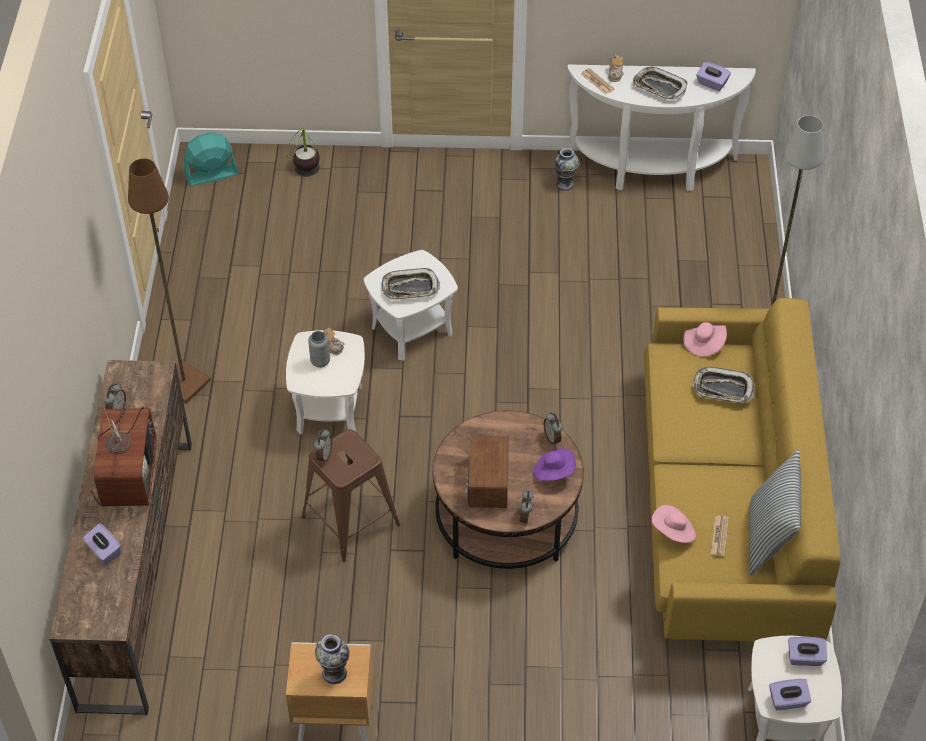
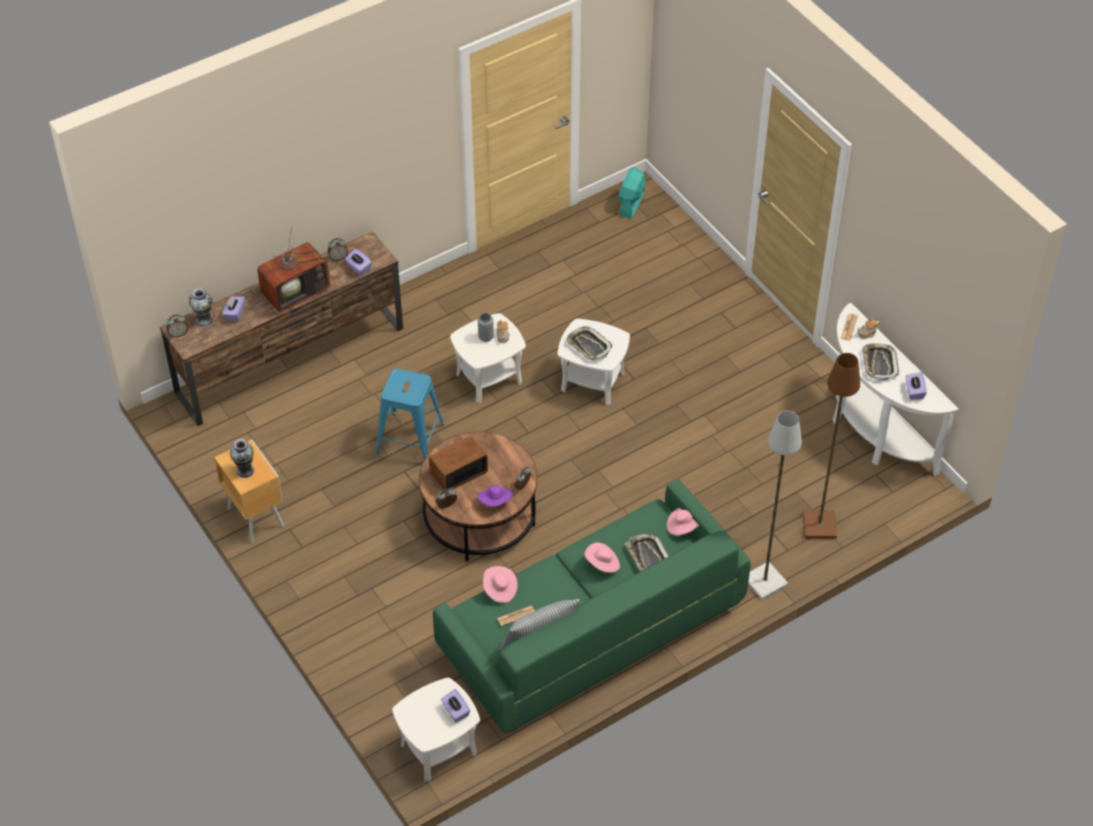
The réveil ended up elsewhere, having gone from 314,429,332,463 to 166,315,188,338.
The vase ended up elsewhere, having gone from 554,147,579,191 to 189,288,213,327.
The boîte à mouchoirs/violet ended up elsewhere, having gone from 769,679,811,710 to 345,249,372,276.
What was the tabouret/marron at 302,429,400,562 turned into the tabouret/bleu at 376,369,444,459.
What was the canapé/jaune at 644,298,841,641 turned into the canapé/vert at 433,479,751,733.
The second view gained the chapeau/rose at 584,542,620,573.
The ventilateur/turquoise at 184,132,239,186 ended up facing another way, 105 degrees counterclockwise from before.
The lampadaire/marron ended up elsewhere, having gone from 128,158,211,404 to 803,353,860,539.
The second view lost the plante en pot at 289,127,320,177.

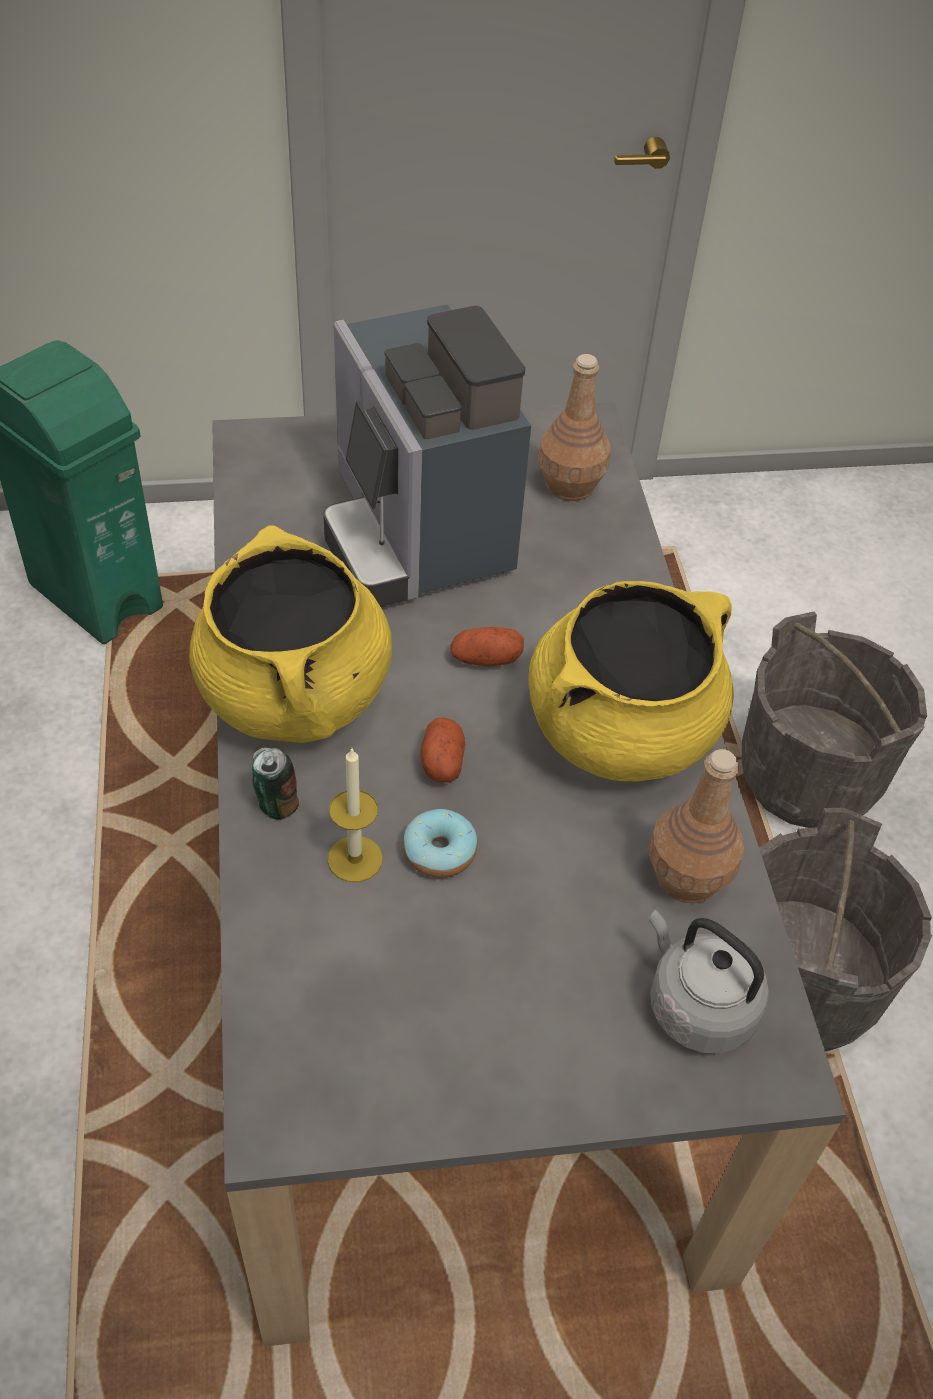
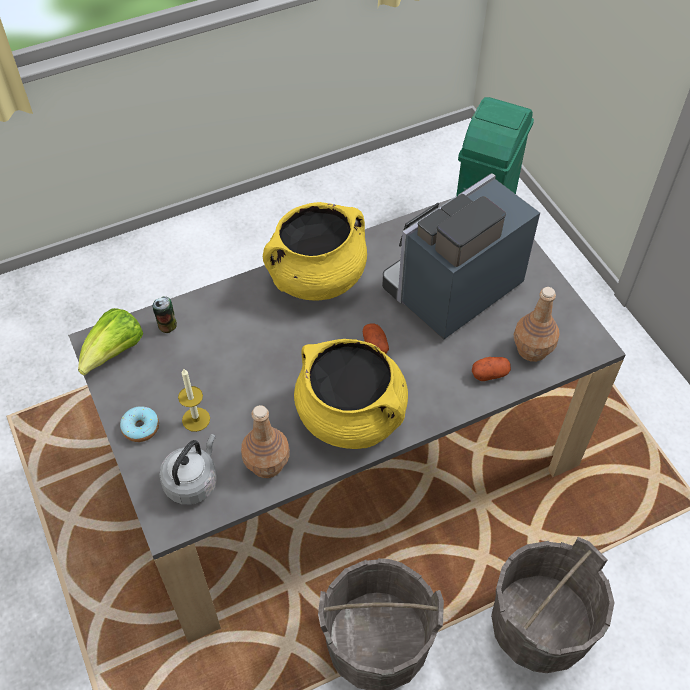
The second view gained the laitue at 78,308,143,375.
The beignet ended up elsewhere, having gone from 403,809,478,878 to 120,406,159,442.
The boîte métallique ended up elsewhere, having gone from 252,747,299,820 to 153,296,177,333.
The bougie ended up elsewhere, having gone from 328,749,383,882 to 178,368,210,432.
The pomme de terre ended up elsewhere, having gone from 420,718,465,783 to 472,357,511,381.

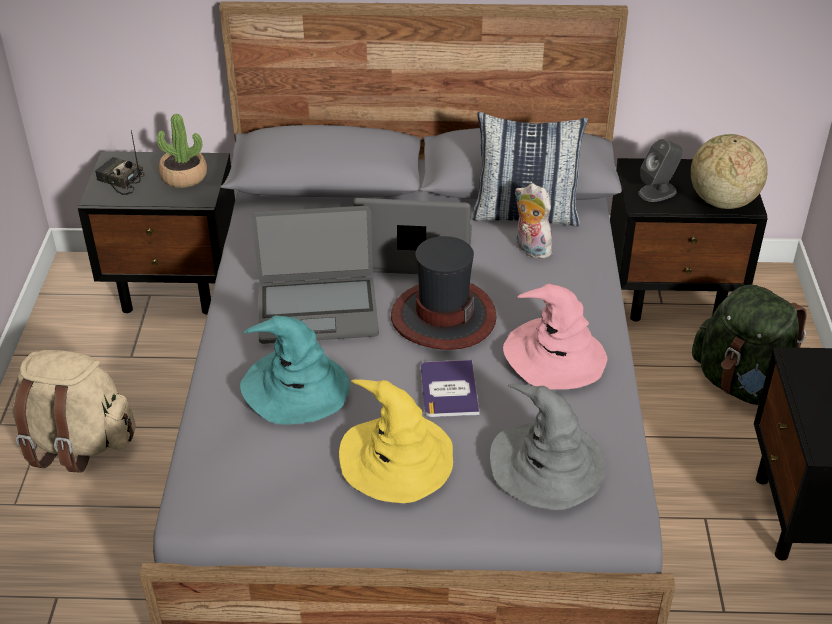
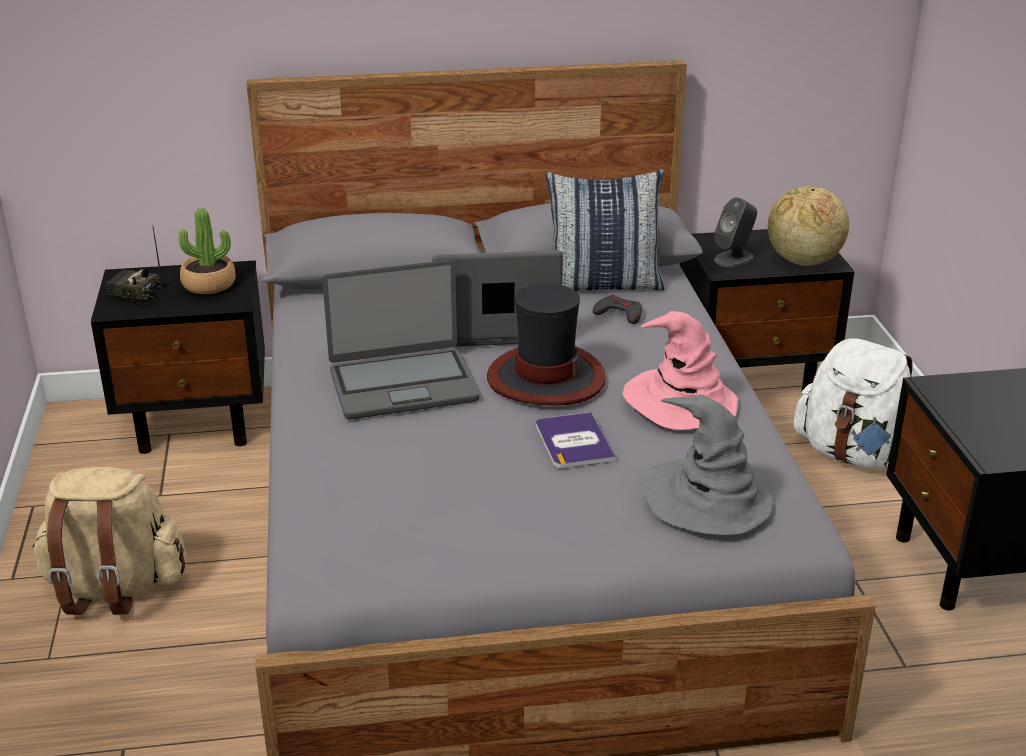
Where the peluche stood at 514,183,552,259, the manette/gris came to stand at 593,295,642,324.
What was the sac à dos/vert at 692,285,807,405 turned into the sac à dos/blanc at 794,338,912,469.
The second view lost the chapeau/turquoise at 240,315,350,425.
The second view lost the chapeau/jaune at 339,379,453,503.

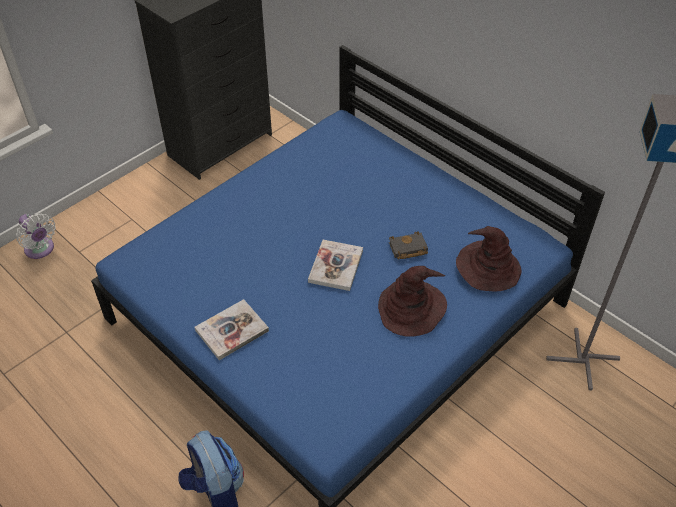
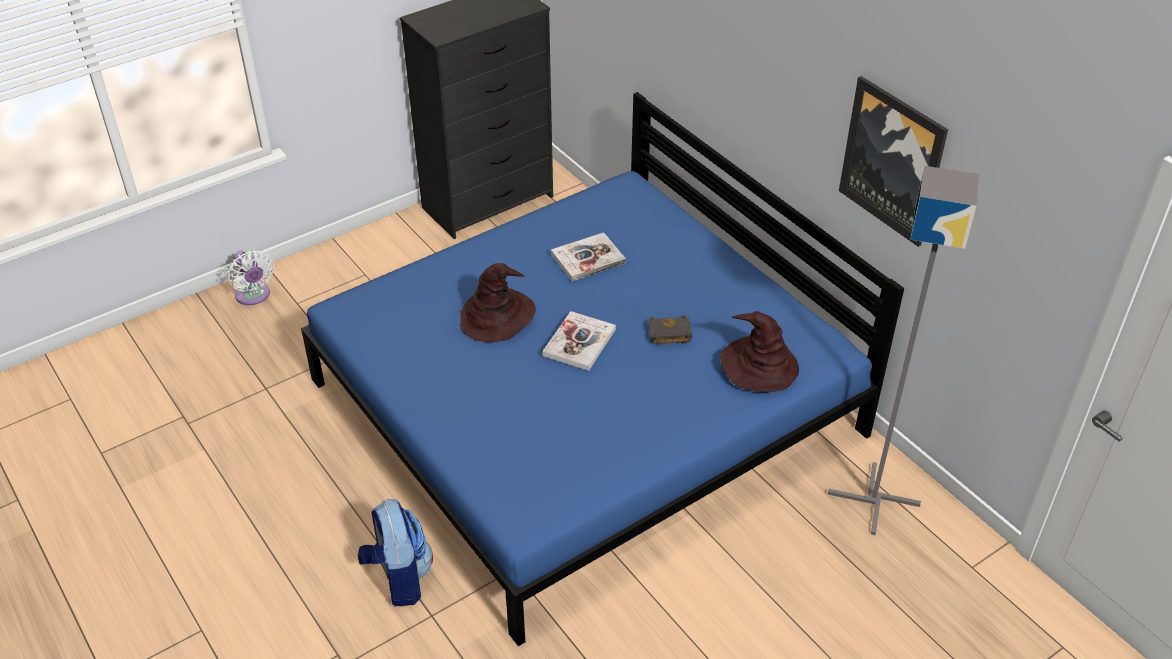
The chapeau/marron ended up elsewhere, having gone from 378,266,447,337 to 460,263,536,342.
The livre ended up elsewhere, having gone from 195,299,269,360 to 551,232,626,281.
The second view gained the tableau at 839,76,948,247.

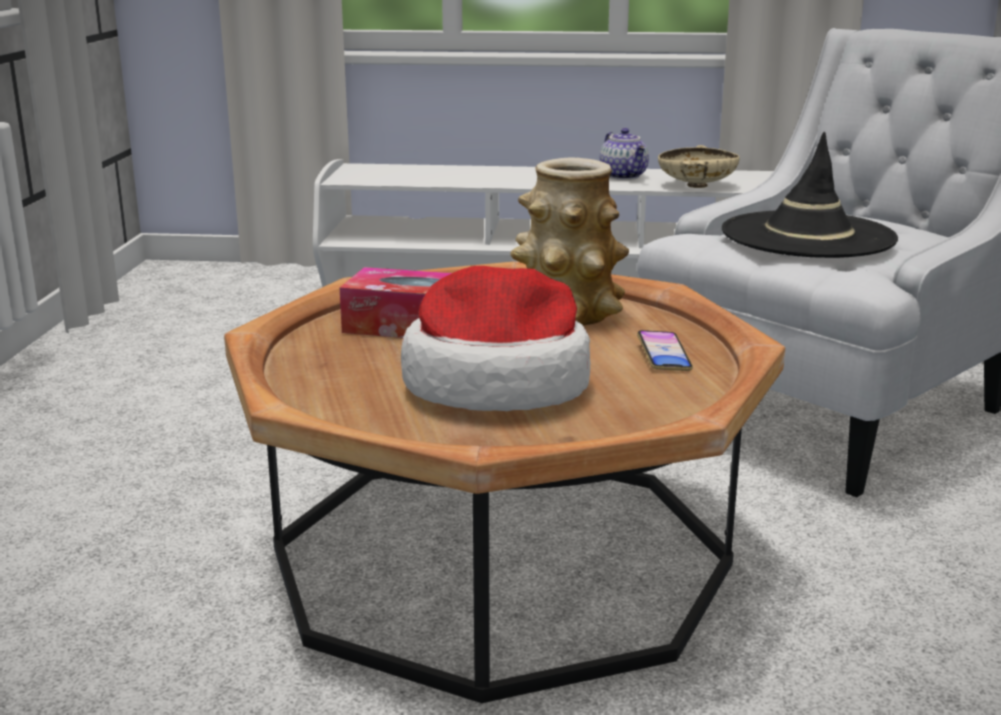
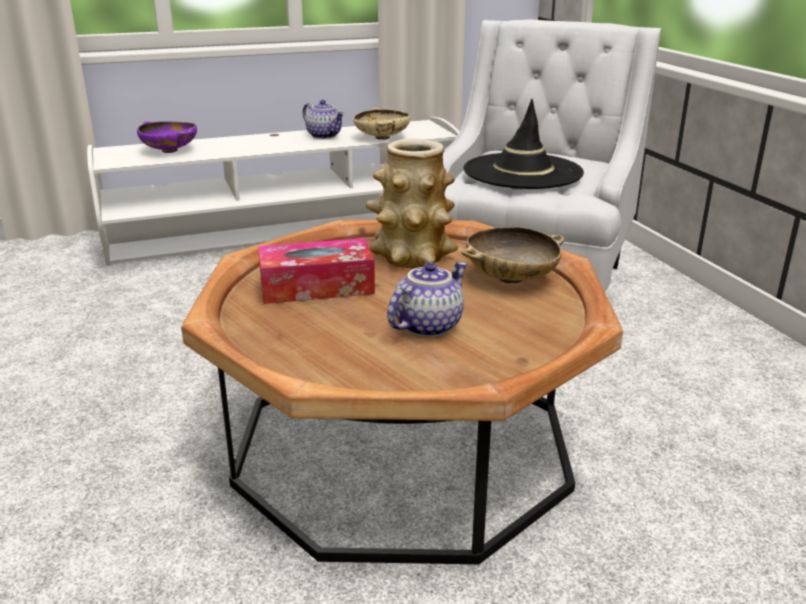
The second view gained the bol/violet at 137,121,197,153.
Where the chapeau stood at 401,266,590,411, the théière came to stand at 387,262,467,337.
Where the téléphone stood at 637,330,693,371, the bol/beige came to stand at 461,227,564,284.

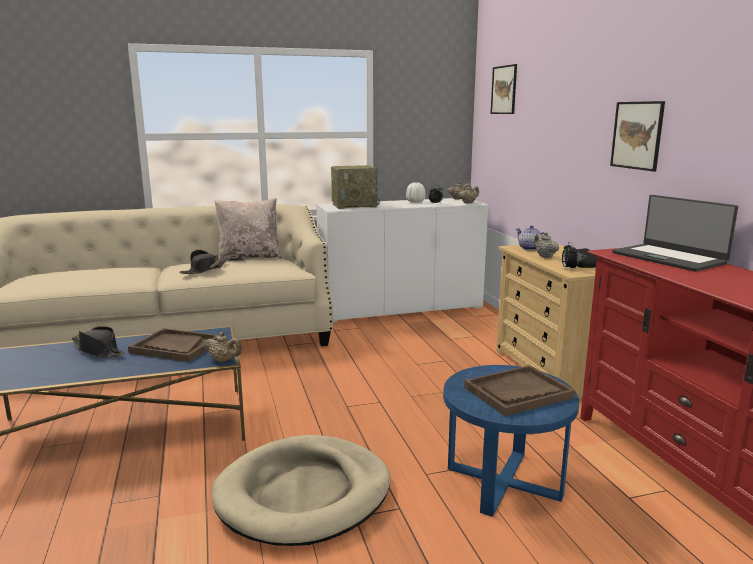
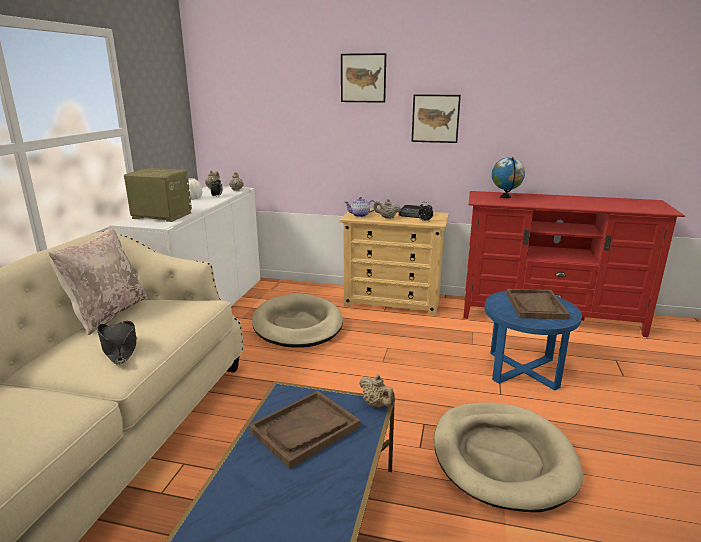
The radio at 331,165,380,209 ended up facing another way, 90 degrees counterclockwise from before.
The second view gained the panier pour chien/beige at 252,294,343,348.
The tableau ended up elsewhere, having gone from 491,64,517,114 to 341,53,386,103.
The théière/beige at 203,332,242,362 ended up facing another way, 90 degrees clockwise from before.
Where the ordinateur portable stood at 612,195,738,272, the globe came to stand at 492,157,525,198.
The second view lost the chapeau/noir at 72,326,125,358.

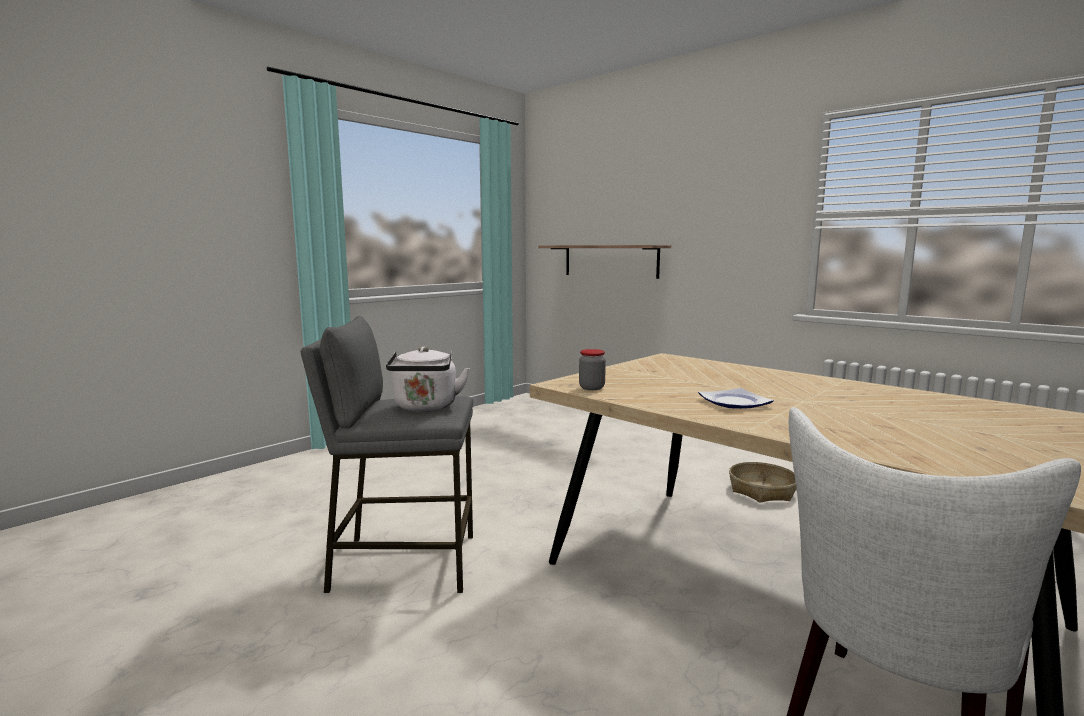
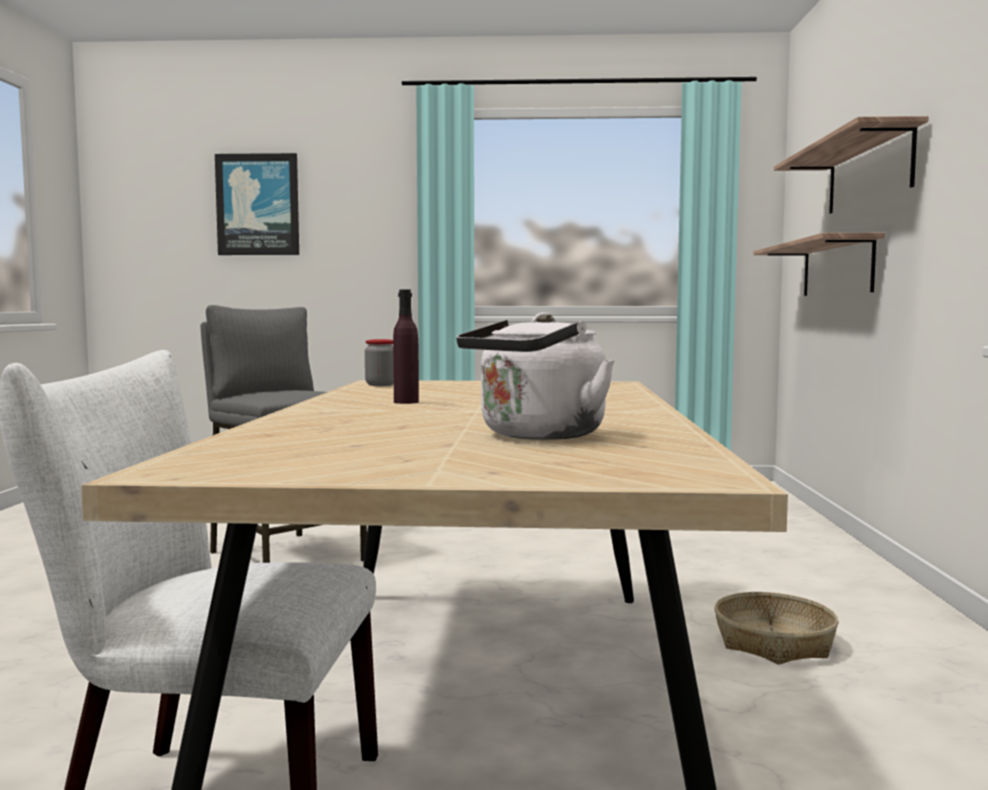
The second view gained the tableau at 215,153,299,255.
Where the assiette stood at 698,388,774,409, the bouteille/violet came to stand at 393,290,419,404.
The bouilloire/blanc ended up elsewhere, having gone from 386,347,469,412 to 456,313,614,440.
The second view gained the étagère at 774,116,929,214.

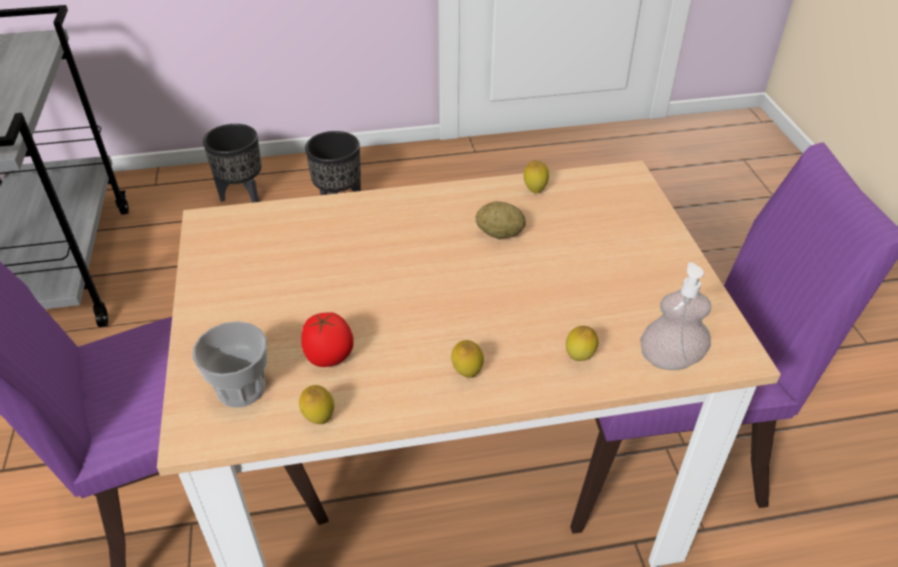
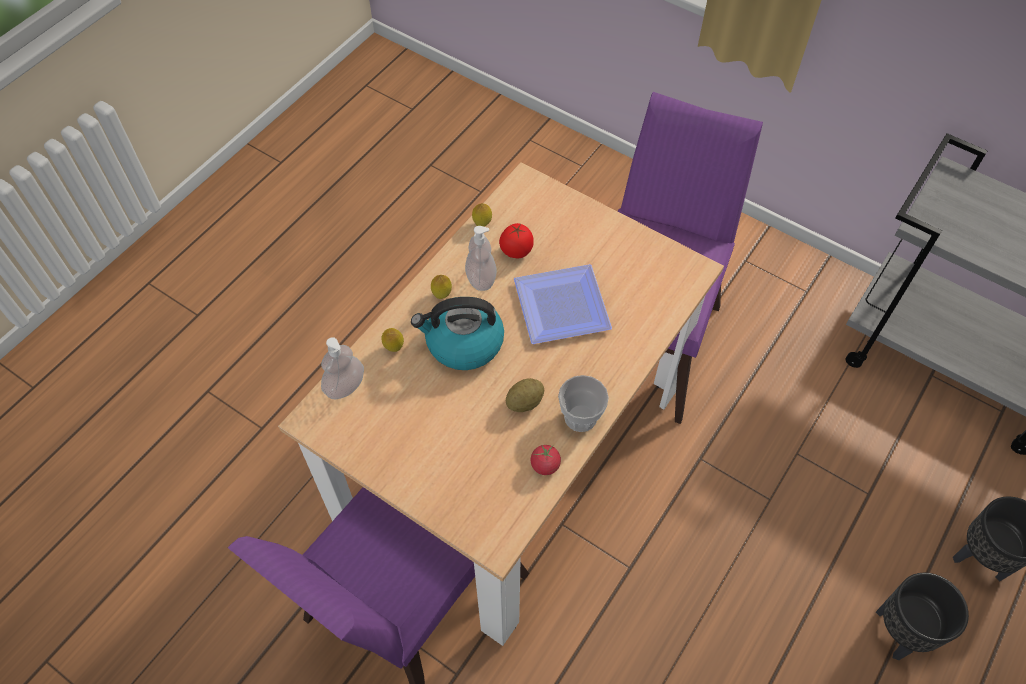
The second view gained the bouilloire at 411,297,504,370.
The second view gained the distributeur de savon at 465,226,497,291.
The second view gained the assiette at 514,264,612,344.
Where the citron stood at 524,160,549,194, the tomate came to stand at 531,445,561,475.
The tasse ended up elsewhere, having gone from 192,321,267,408 to 558,375,609,432.

